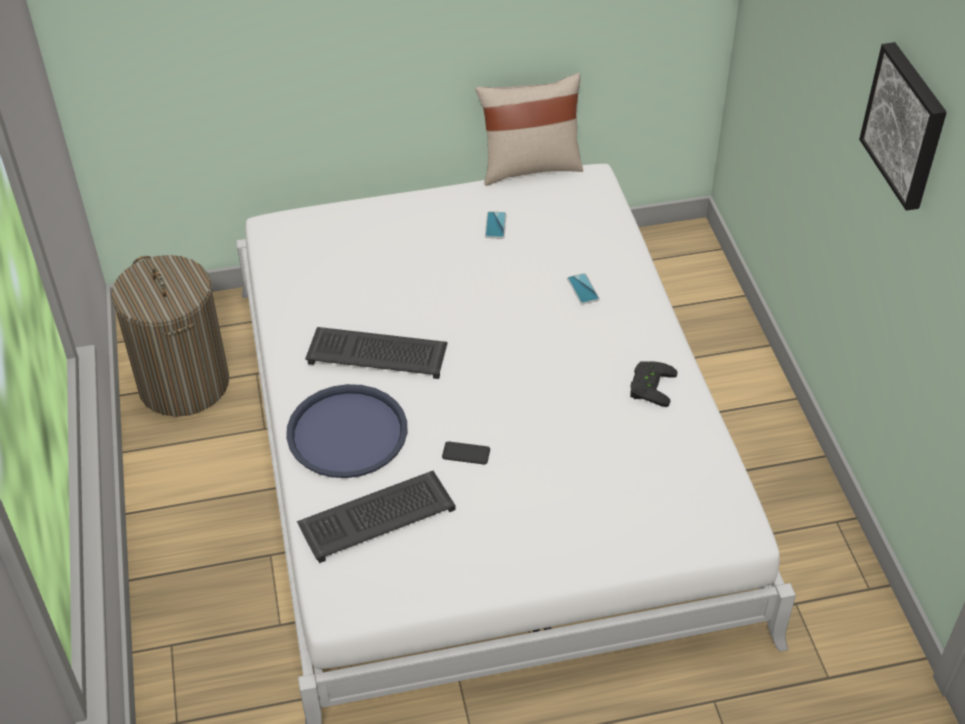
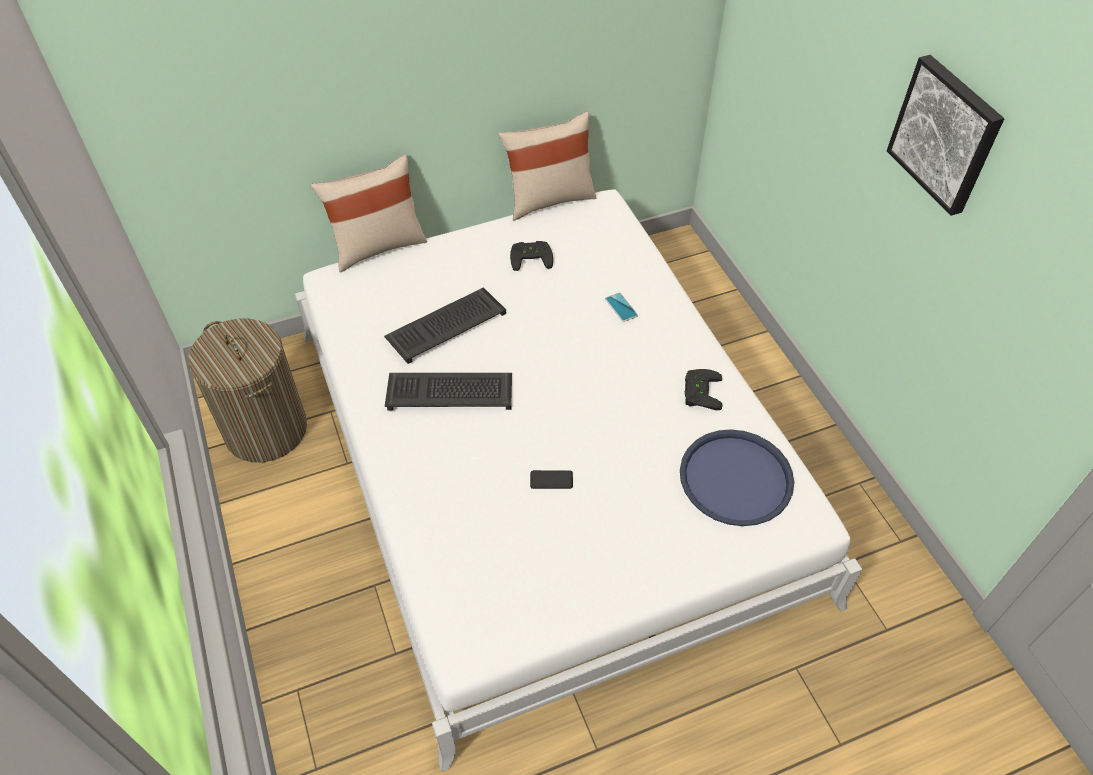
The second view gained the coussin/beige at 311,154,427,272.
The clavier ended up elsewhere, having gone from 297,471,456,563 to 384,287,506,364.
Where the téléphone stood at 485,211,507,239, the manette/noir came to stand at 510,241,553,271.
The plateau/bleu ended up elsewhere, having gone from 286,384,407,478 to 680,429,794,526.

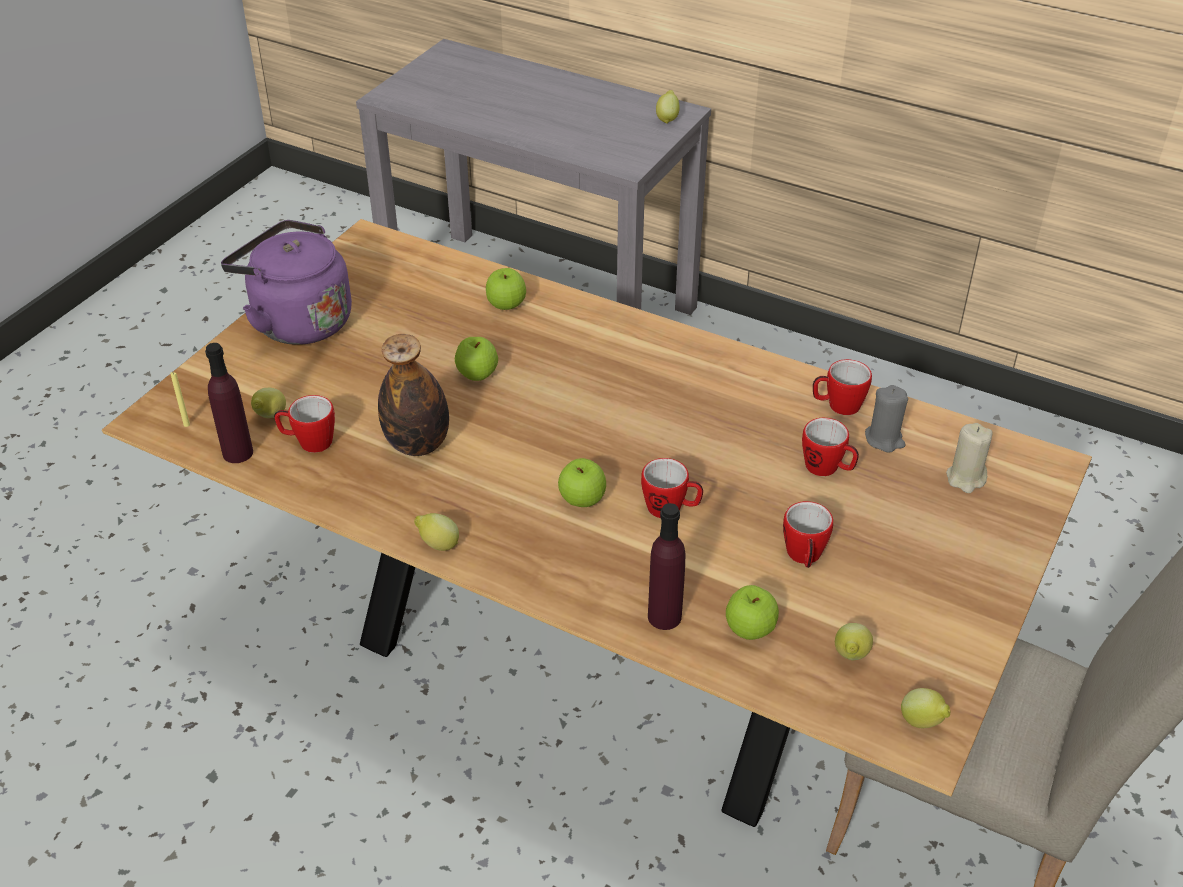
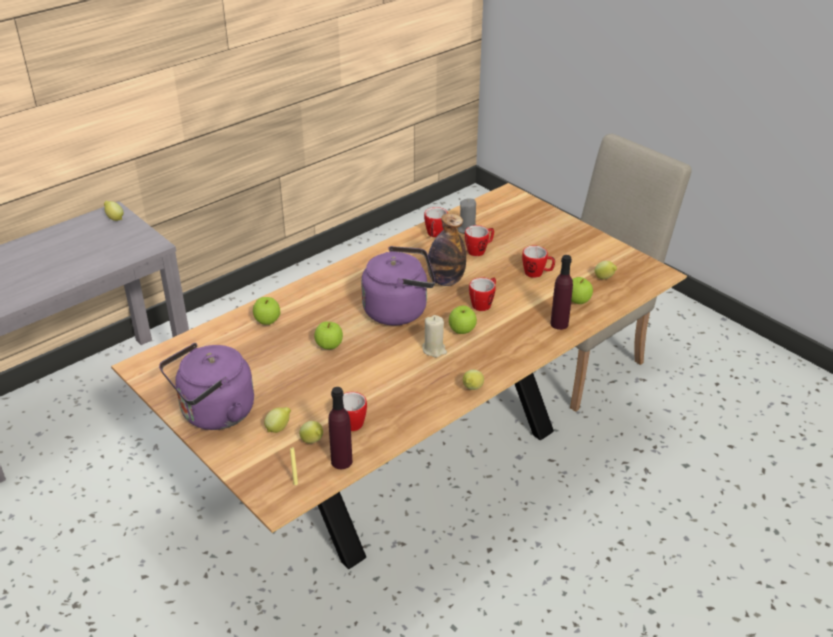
The citron ended up elsewhere, having gone from 901,688,950,728 to 264,407,291,433.
The second view gained the bouilloire/violet at 361,246,435,325.
The bougie/beige ended up elsewhere, having gone from 946,423,992,493 to 422,315,447,357.
The bouteille ended up elsewhere, having gone from 378,334,449,456 to 427,213,466,286.

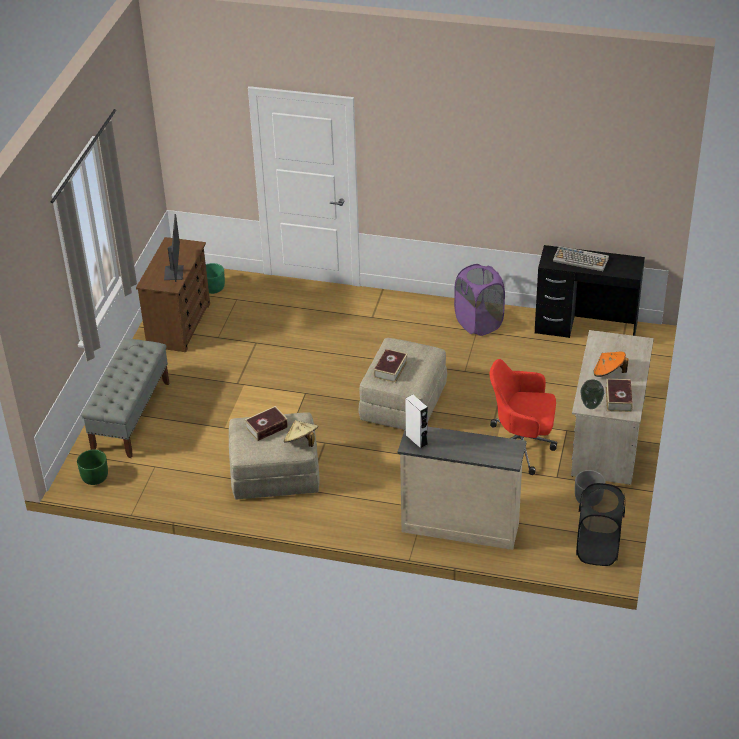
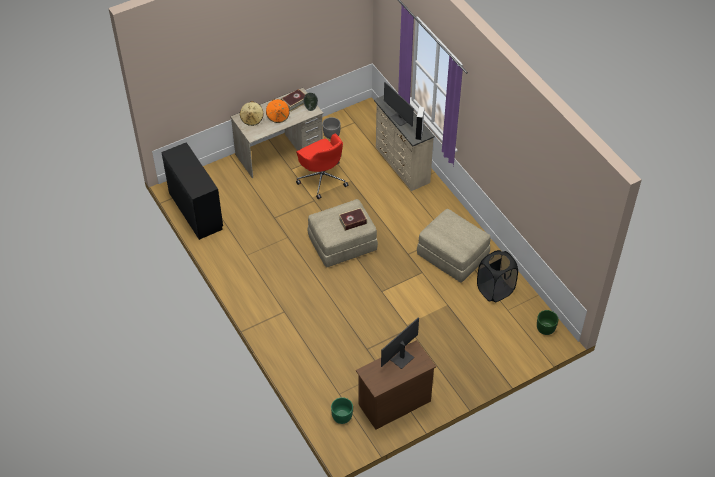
The chapeau/beige ended up elsewhere, having gone from 284,420,318,447 to 240,101,263,126.
The second view gained the écran d'ordinateur at 384,82,414,127.
The panier à linge/noir ended up elsewhere, having gone from 576,483,625,566 to 477,250,518,302.
The second view lost the banc/gris at 81,339,169,458.
The second view lost the livre at 245,406,288,441.
The second view lost the panier à linge/violet at 454,264,505,336.
The second view lost the clavier at 553,246,609,271.

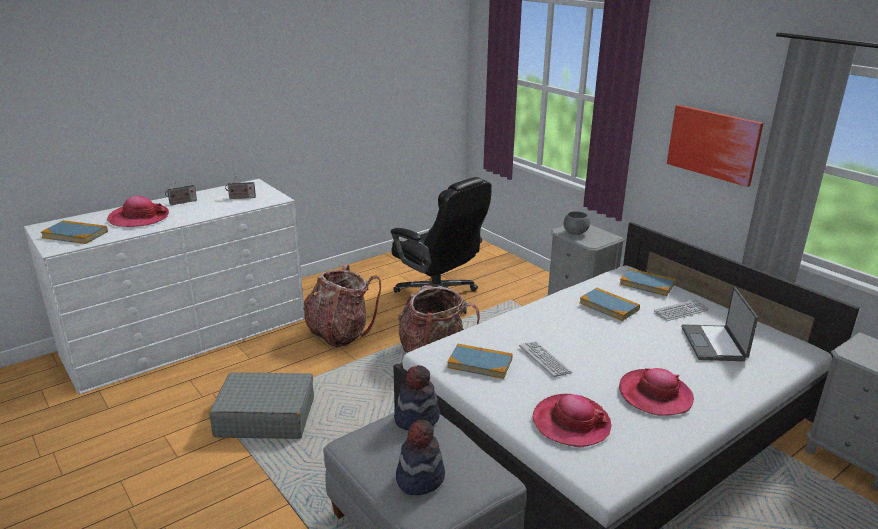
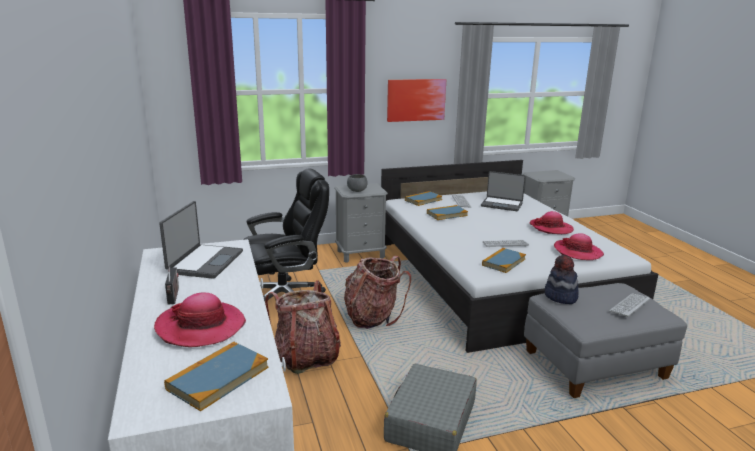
Where the radio stood at 225,176,256,199, the ordinateur portable came to stand at 159,201,243,279.
Where the chapeau stood at 396,420,445,495, the clavier came to stand at 609,294,650,317.

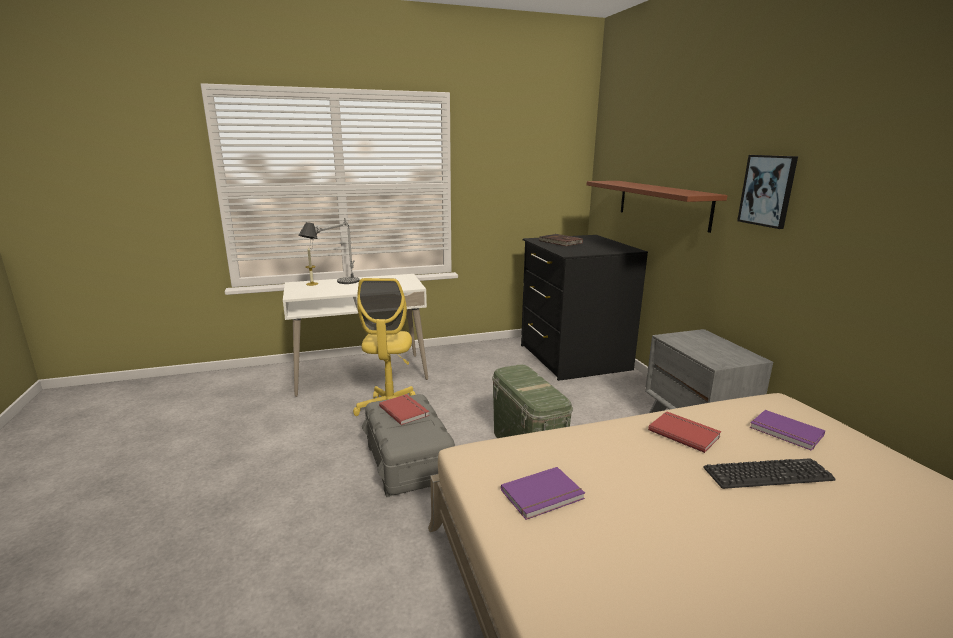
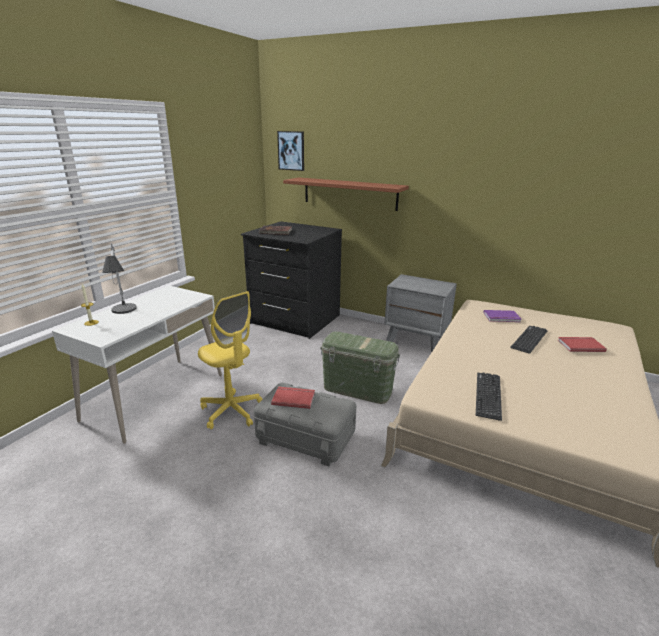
The tableau ended up elsewhere, having gone from 737,155,798,229 to 277,131,304,171.
Where the livre/violet stood at 501,467,585,520, the clavier came to stand at 476,373,502,421.
The livre/rouge ended up elsewhere, having gone from 648,411,722,453 to 558,337,607,352.

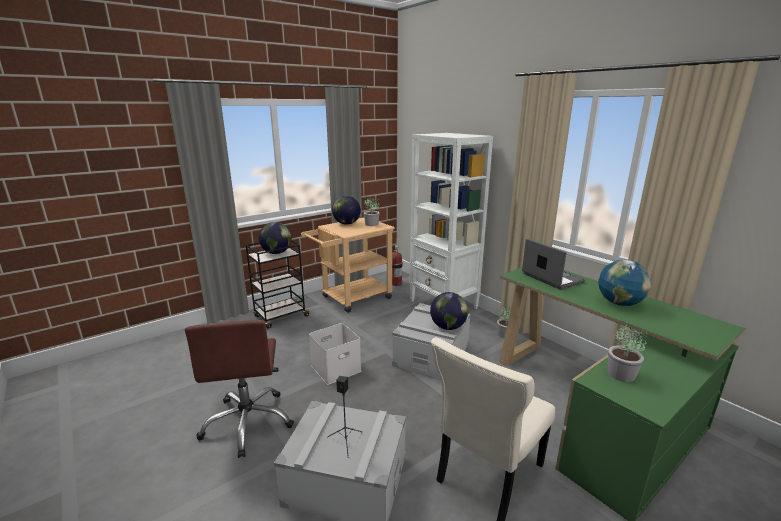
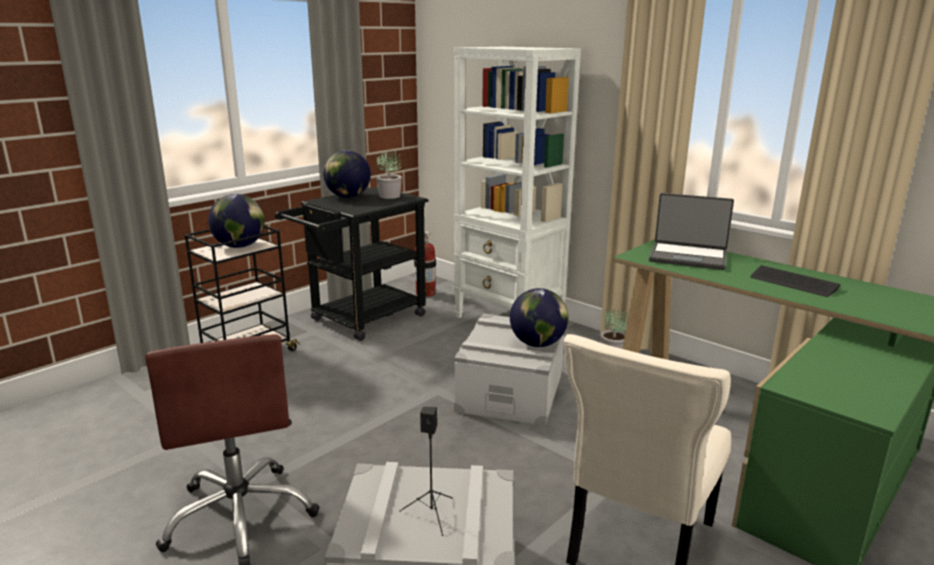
What was the chariot/beige at 301,218,395,313 turned into the chariot/noir at 275,187,428,341.
The ordinateur portable at 522,238,585,290 ended up facing another way, 150 degrees clockwise from before.
Where the globe stood at 598,260,651,306, the clavier came to stand at 750,265,841,297.
The second view lost the boîte de rangement/blanc at 309,323,361,385.
The second view lost the plante en pot at 607,323,647,382.

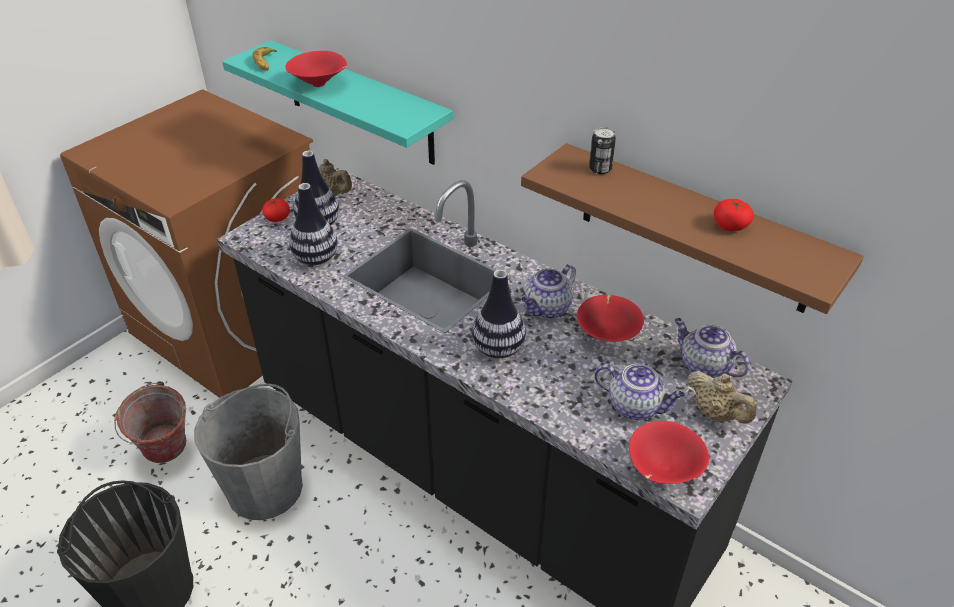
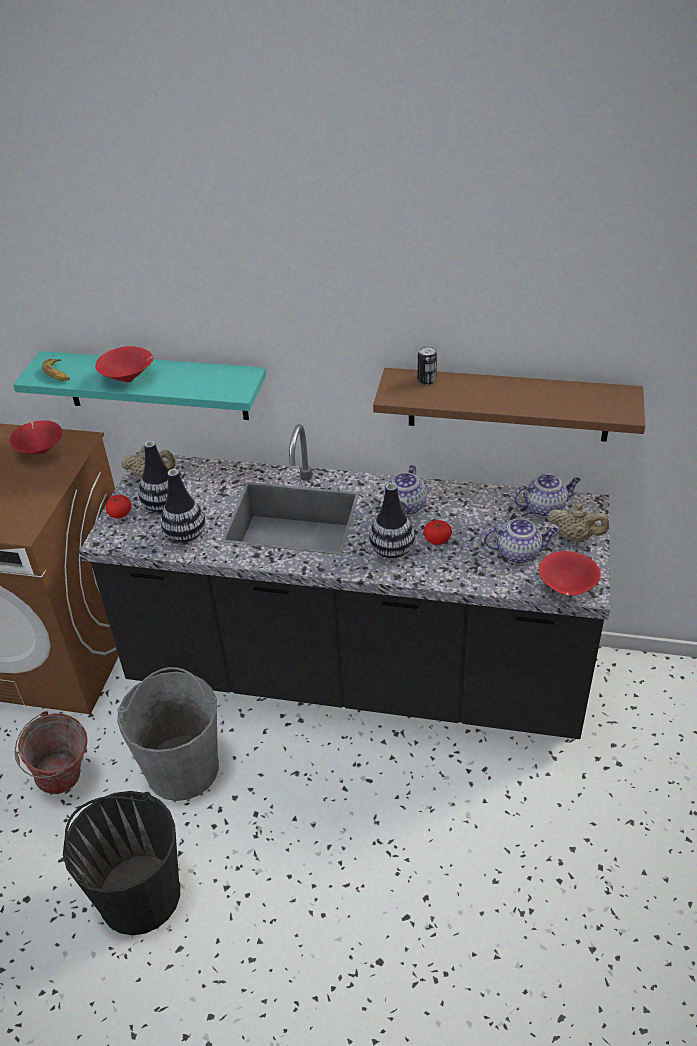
The bol/rouge ended up elsewhere, having gone from 577,295,644,342 to 9,420,62,455.
The tomate ended up elsewhere, having gone from 714,199,754,232 to 424,520,452,545.
The théière at 675,318,750,378 ended up facing another way, 150 degrees clockwise from before.

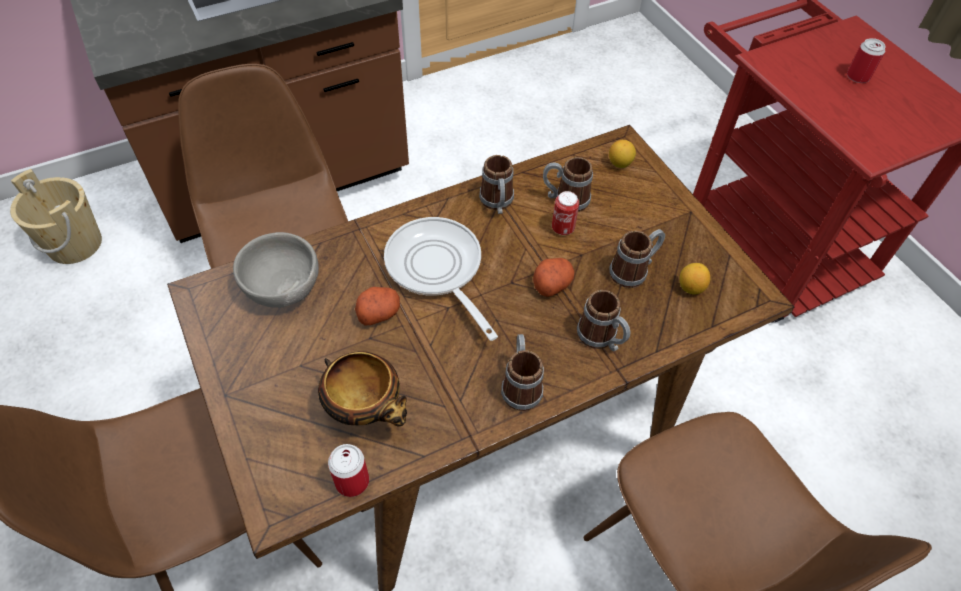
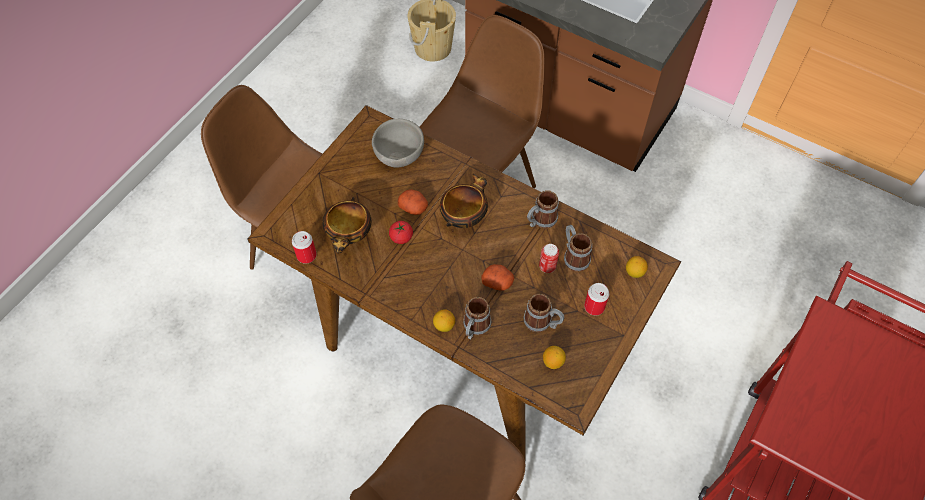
The second view gained the tomate at 389,221,413,244.
The second view gained the citron at 433,309,455,332.
Where the poêle stood at 384,217,498,341, the bol came to stand at 440,174,488,228.
The boîte métallique ended up elsewhere, having gone from 847,38,886,83 to 584,283,609,316.
The second view lost the mug at 501,334,544,411.

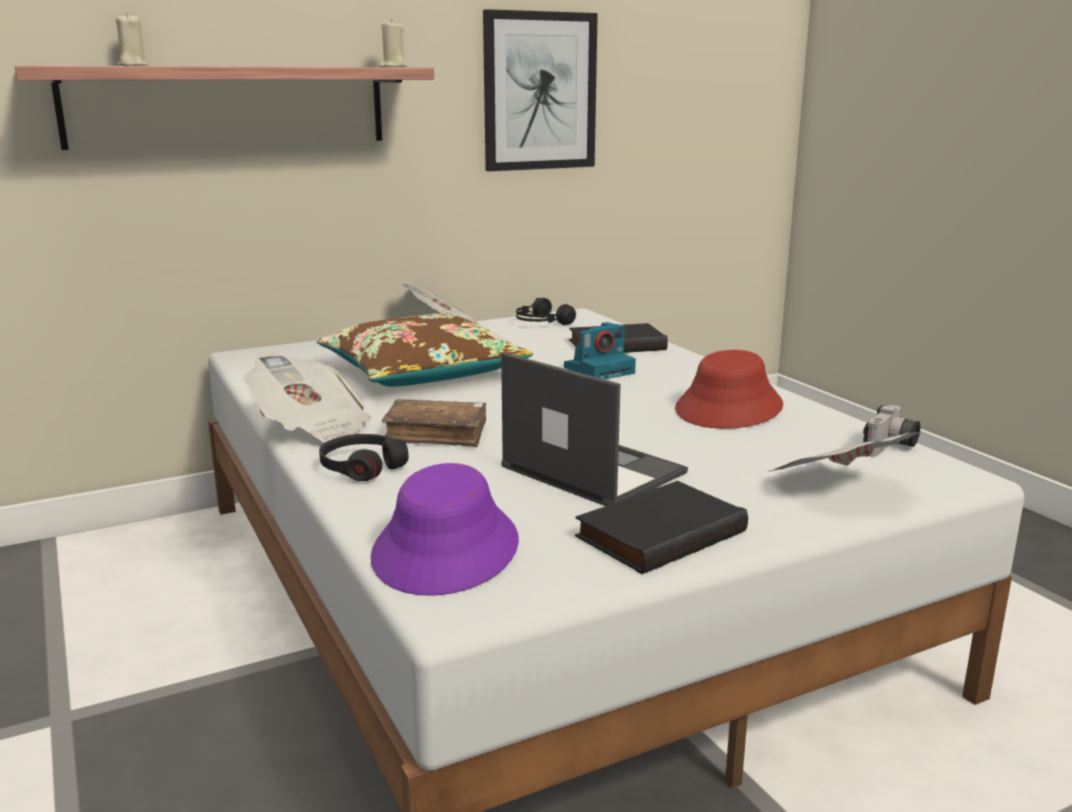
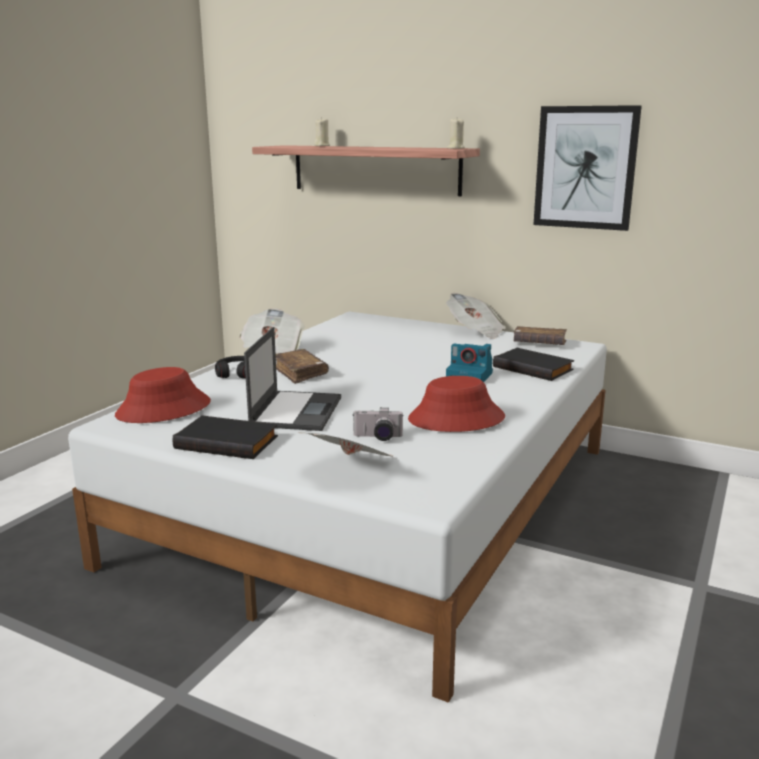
What was the chapeau/violet at 371,463,519,596 turned into the chapeau/rouge at 115,367,211,423.
The appareil photo ended up elsewhere, having gone from 863,405,920,457 to 352,408,404,441.
Where the casque audio/noir stood at 516,298,576,326, the livre/marron came to stand at 514,326,567,345.
The second view lost the coussin/marron at 317,313,533,387.

